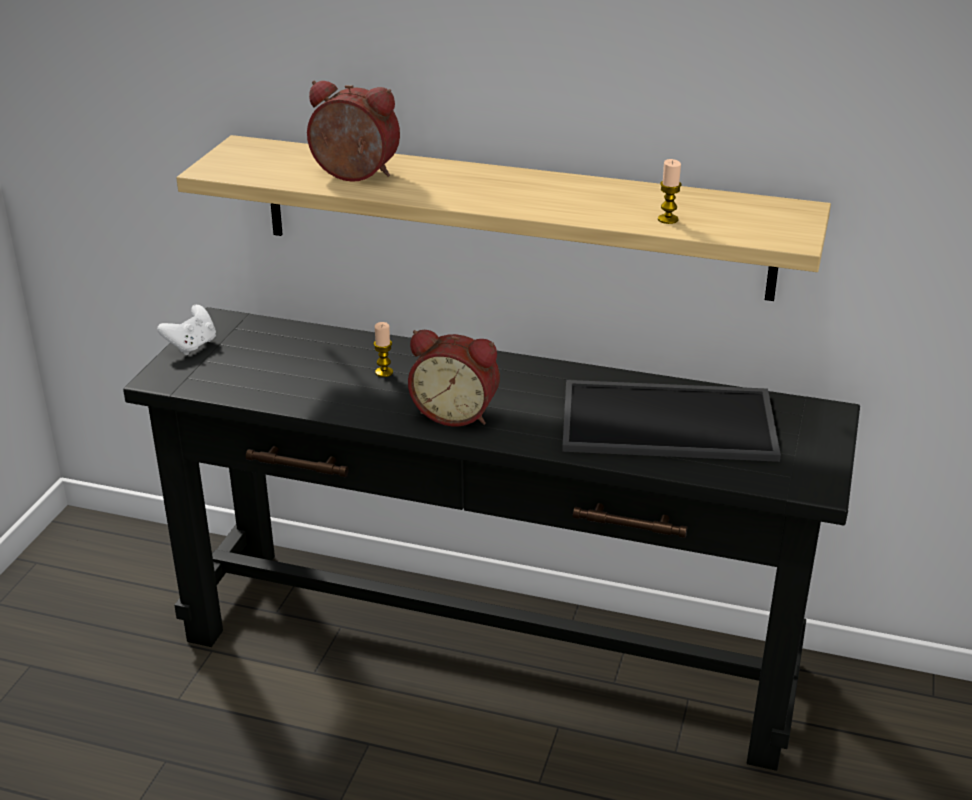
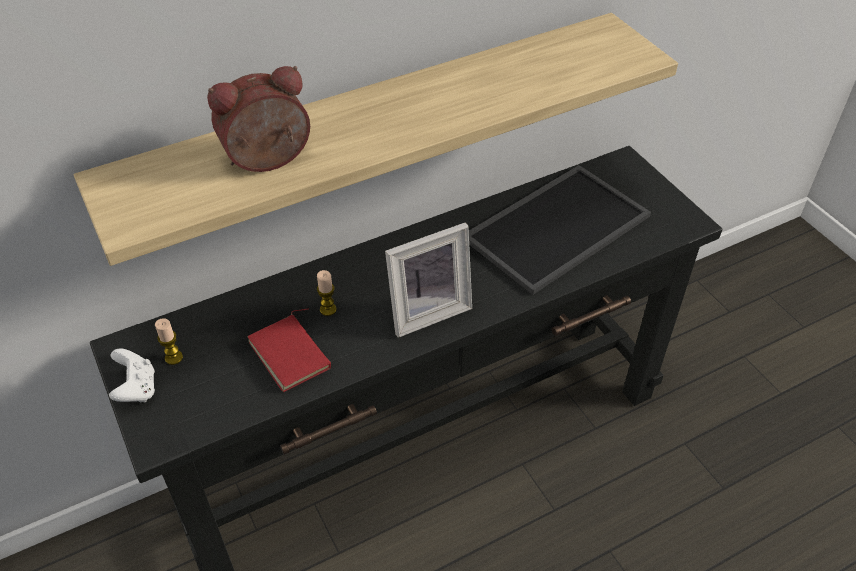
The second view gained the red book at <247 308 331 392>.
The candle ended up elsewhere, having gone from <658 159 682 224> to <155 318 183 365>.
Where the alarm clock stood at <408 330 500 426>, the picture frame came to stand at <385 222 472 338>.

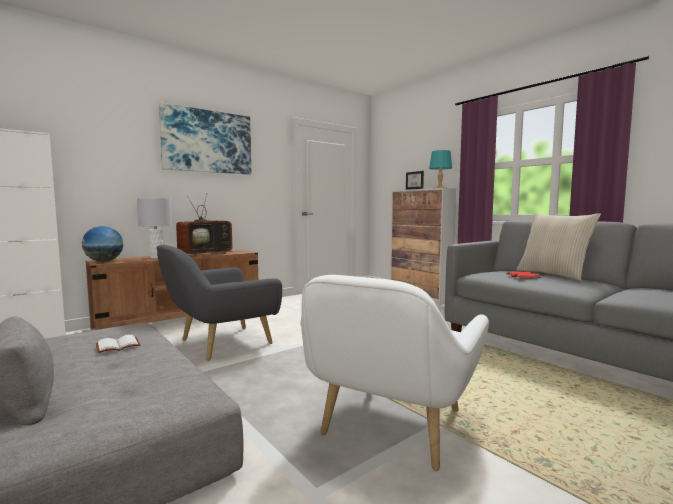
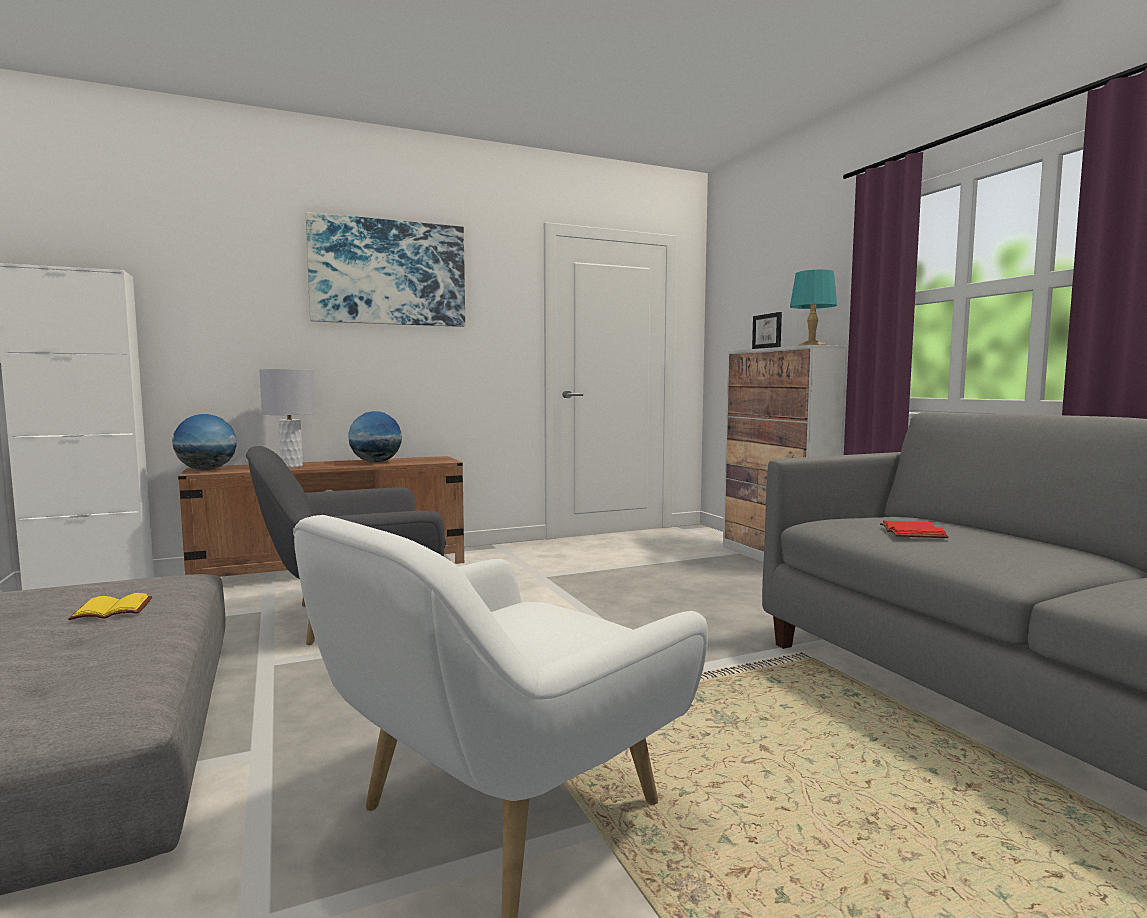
The second view lost the beige pillow at <516 213 601 281>.
Where the television stood at <176 194 232 256>, the globe came to stand at <348 411 402 463>.
What was the white book at <96 335 140 353> turned into the yellow book at <68 593 152 620>.

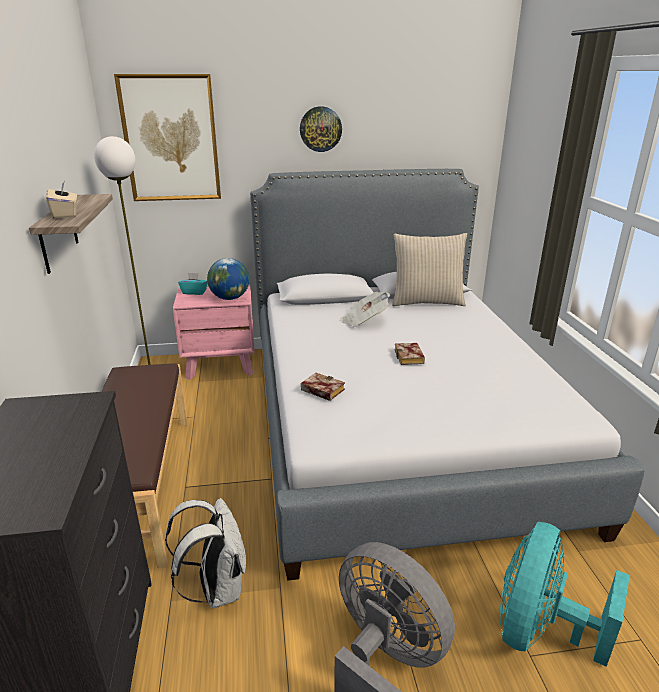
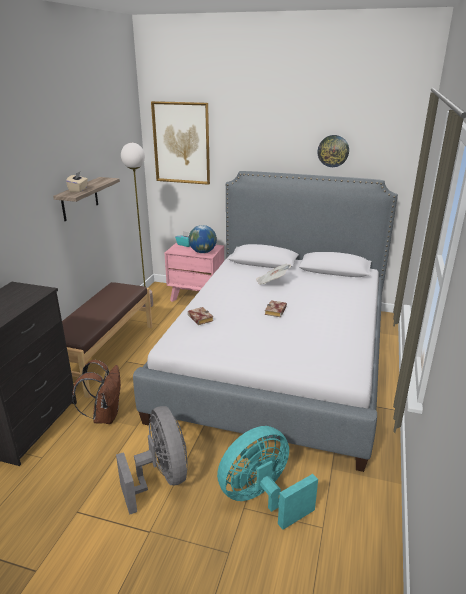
The second view lost the beige pillow at <392 233 467 306>.
The wall clock ended up elsewhere, having gone from <300 106 342 152> to <317 135 349 167>.
What was the white backpack at <165 498 246 609> turned into the brown backpack at <72 360 121 424>.

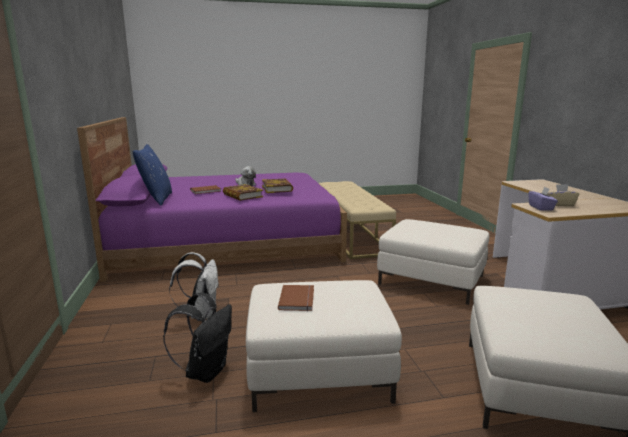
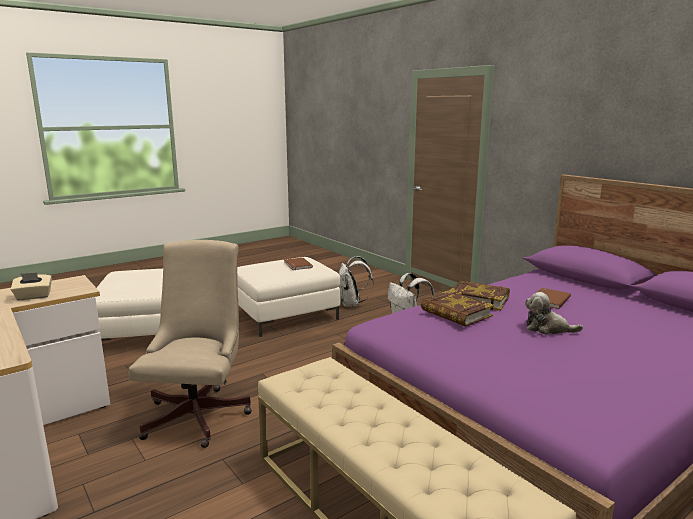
The second view lost the blue pillow at <133 144 172 206>.
The second view lost the purple tissue box at <529 187 558 211>.
Where the white ottoman stood at <377 219 489 305>, the beige office chair came to stand at <129 240 252 448>.
What was the black backpack at <163 292 232 383> turned into the white backpack at <339 256 374 307>.

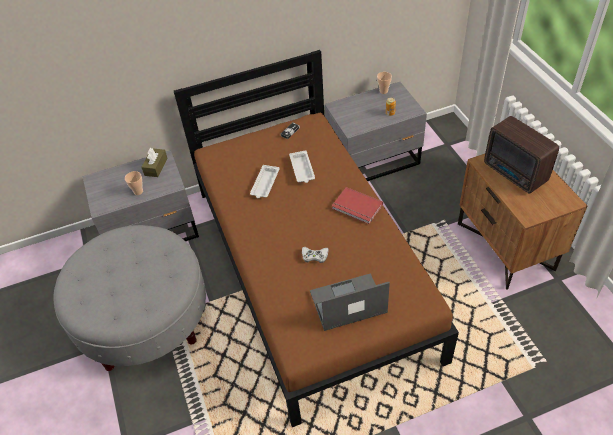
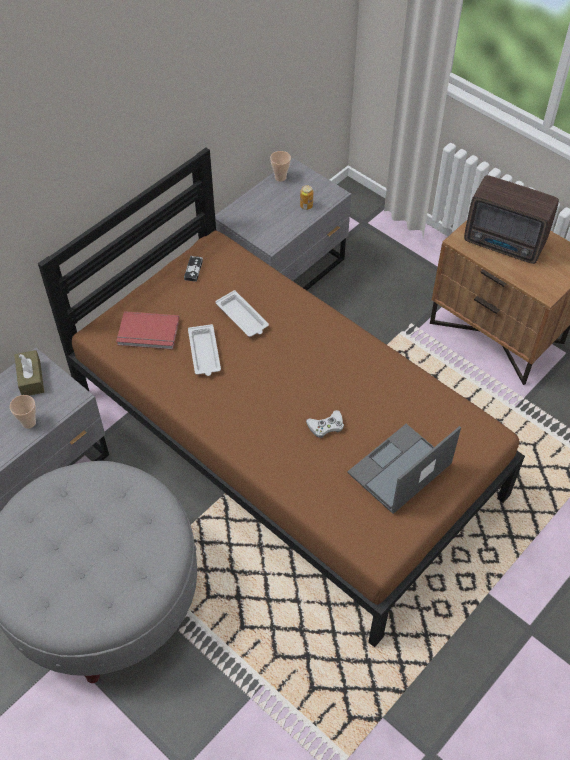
The red book ended up elsewhere, having gone from <332 187 383 224> to <116 311 179 350>.

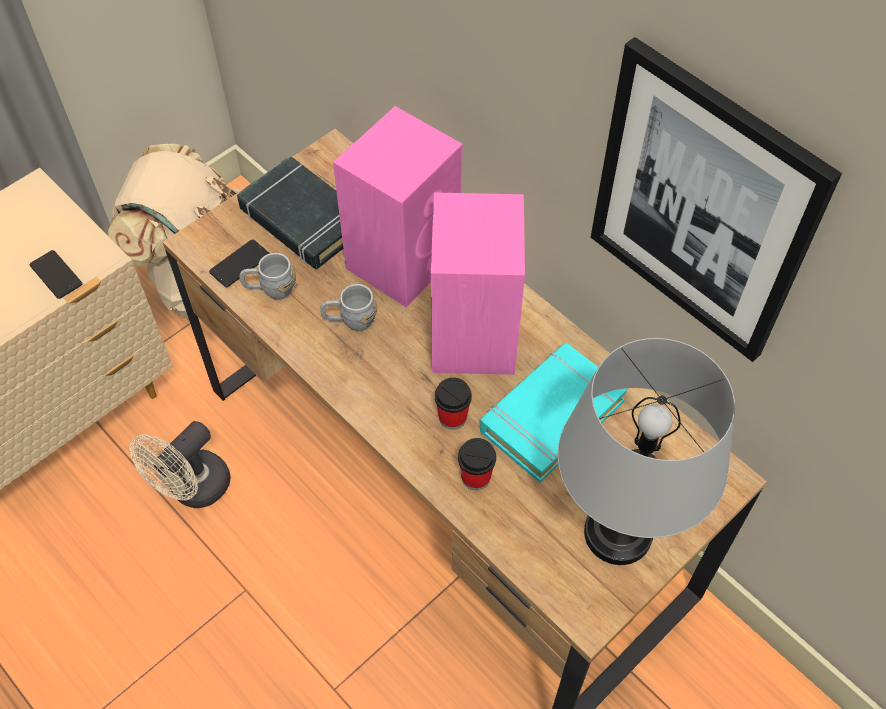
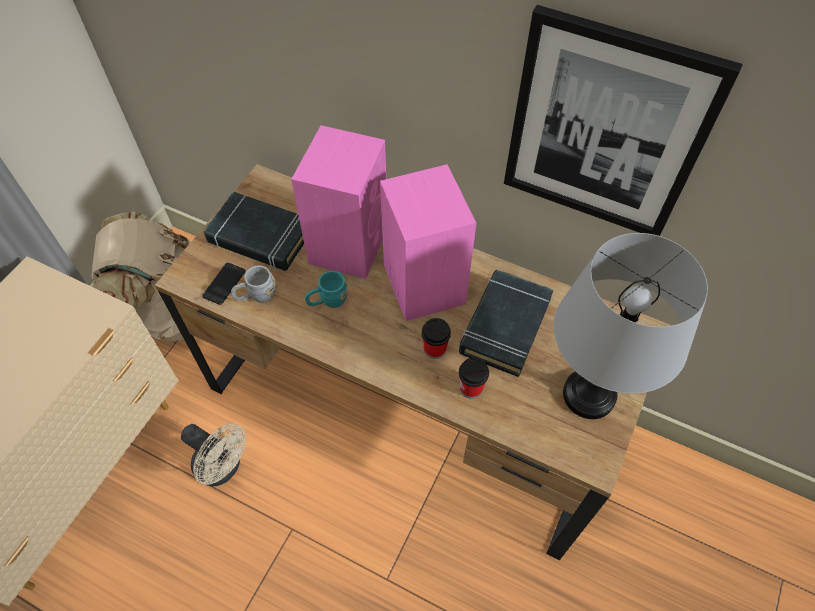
The second view lost the phone at <30 250 82 299>.
What was the grey mug at <320 284 377 331> turned into the turquoise mug at <305 271 348 308>.
What was the turquoise book at <480 343 627 483> turned into the black book at <459 270 554 377>.
The beige fan at <130 421 231 508> ended up facing another way, 75 degrees counterclockwise from before.

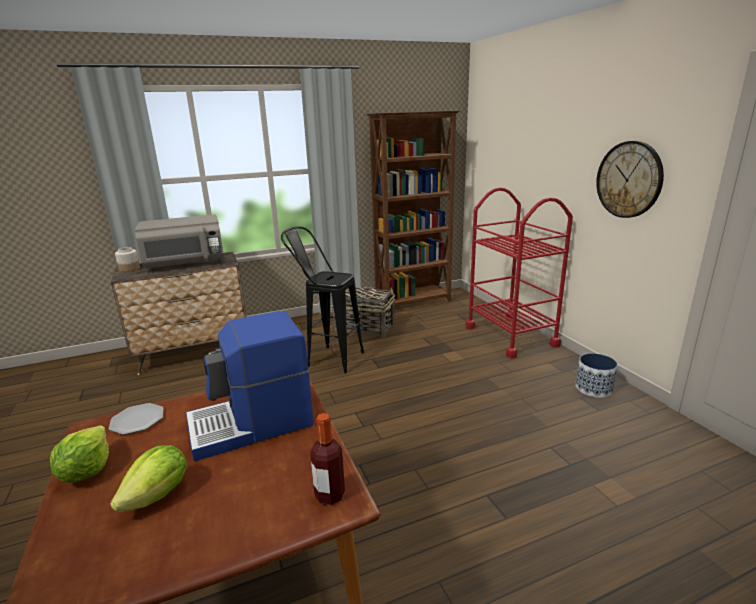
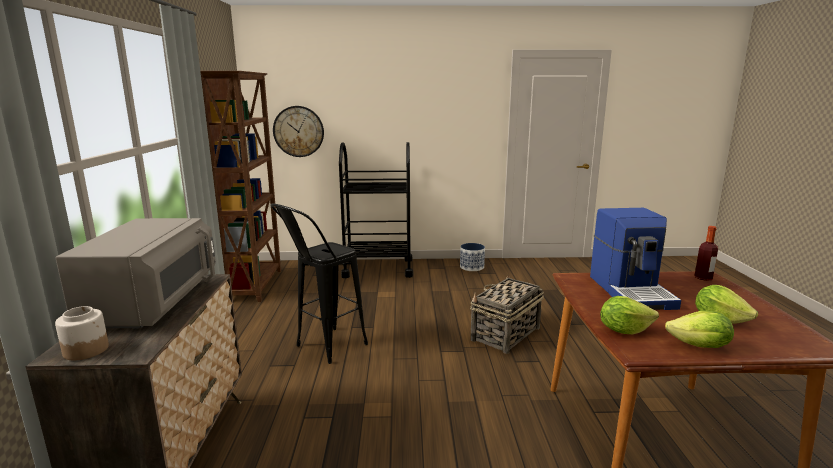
The basket ended up elsewhere, having gone from <331 287 395 337> to <470 273 544 354>.
The wall clock ended up elsewhere, having gone from <596 141 664 218> to <273 106 324 157>.
Where the plate stood at <109 403 164 435>, the lettuce came to stand at <600 296 659 334>.
What was the red cart at <465 187 573 359> turned into the black cart at <339 142 413 278>.

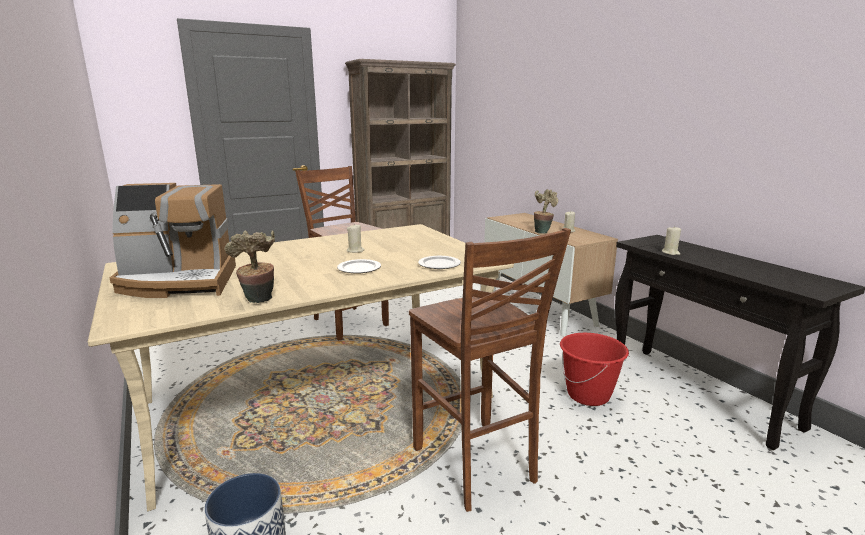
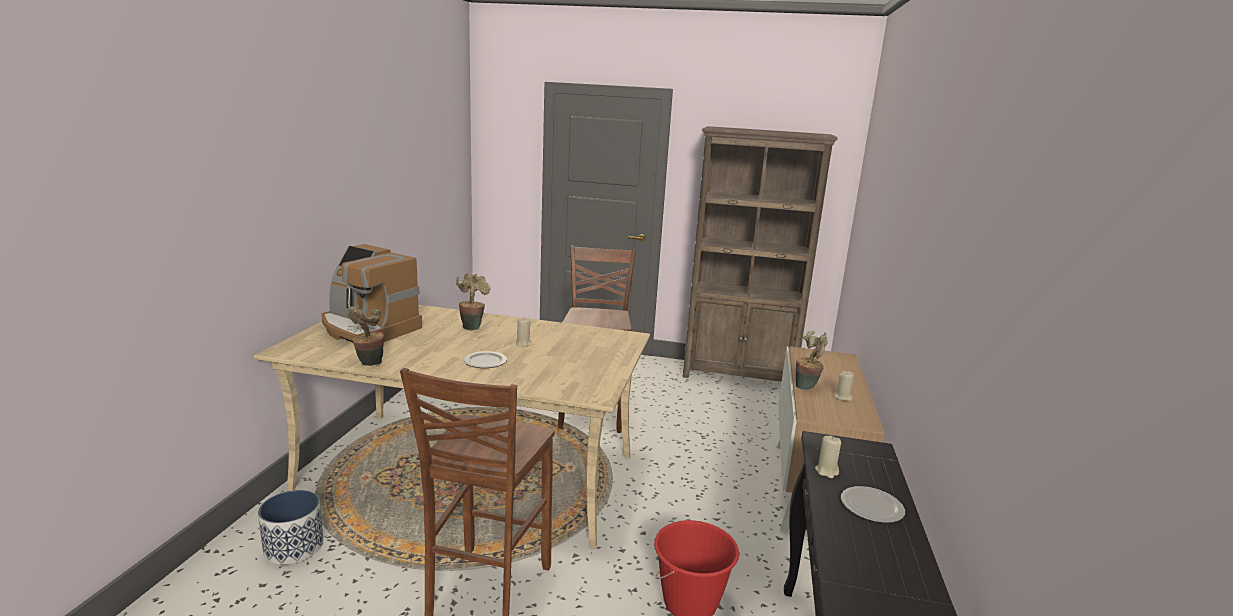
The second view gained the potted plant at <456 273 490 331>.
The plate ended up elsewhere, having gone from <418 256 461 269> to <841 486 905 523>.

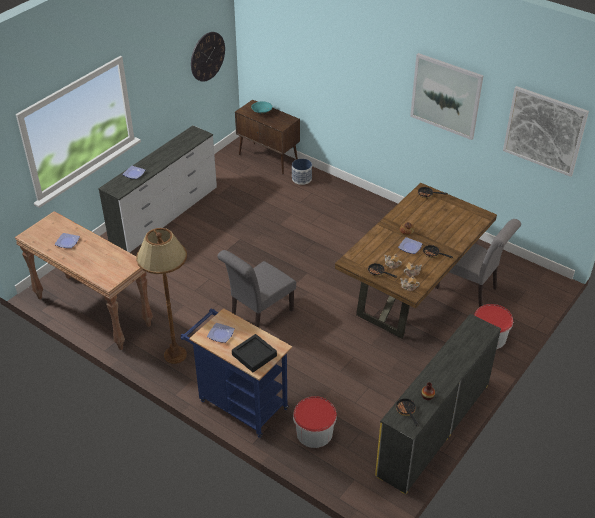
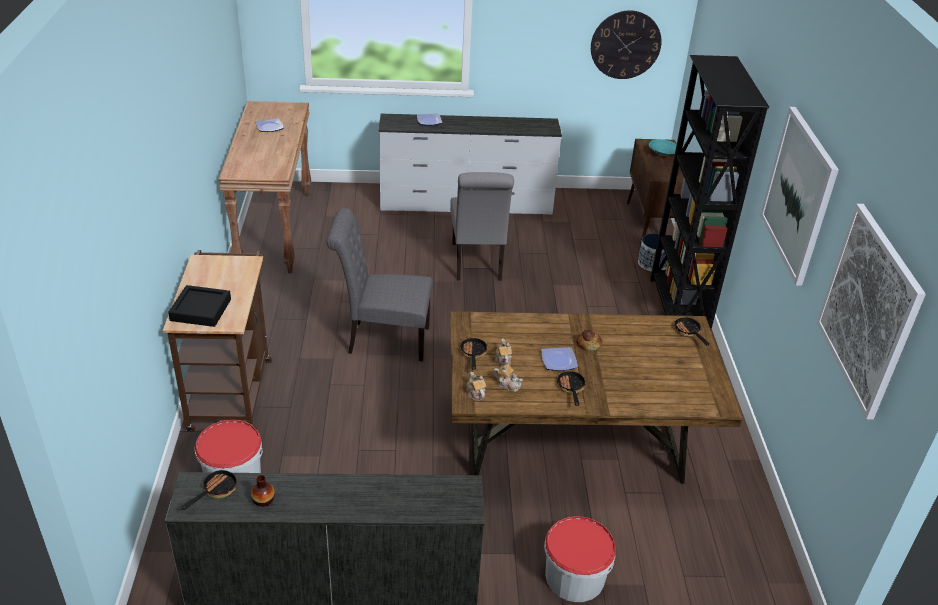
The second view lost the brown floor lamp at <136 228 187 364>.
The second view lost the plate at <207 323 235 343>.
The second view gained the black bookcase at <650 55 770 329>.
The grey chair ended up elsewhere, having gone from <435 219 521 307> to <450 172 514 281>.
What was the blue cart at <181 308 292 438> turned into the brown cart at <163 250 272 433>.

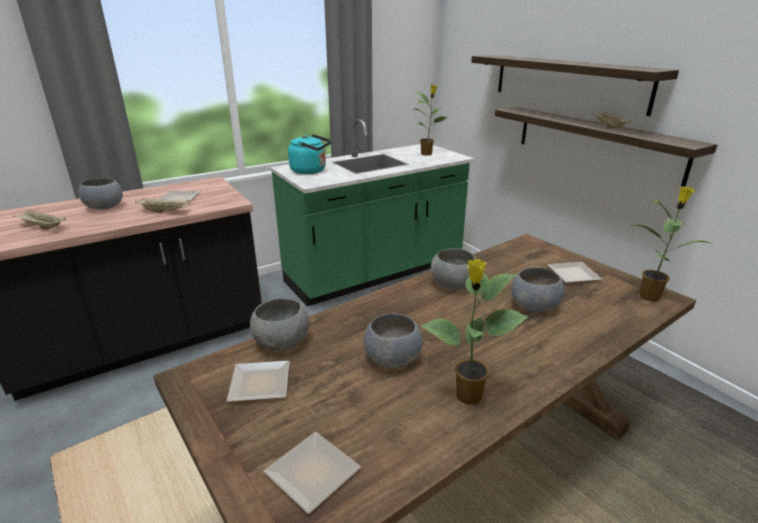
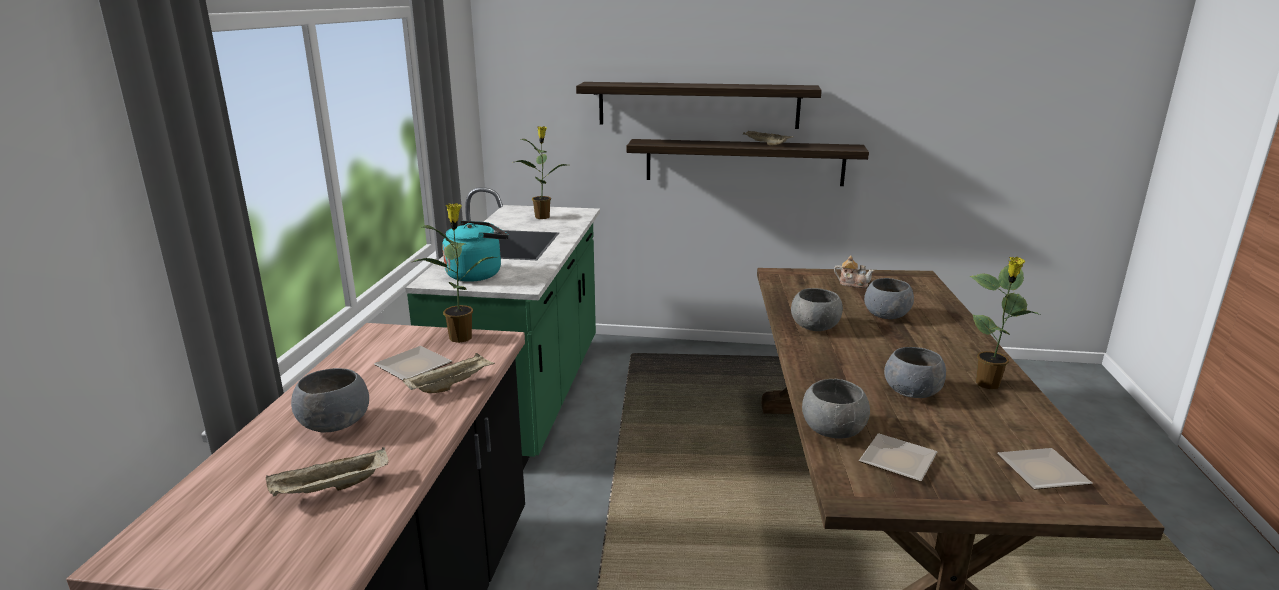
The potted plant ended up elsewhere, having gone from <631 187 710 302> to <413 203 496 343>.
Where the plate stood at <547 262 603 283>, the teapot came to stand at <834 255 874 288>.

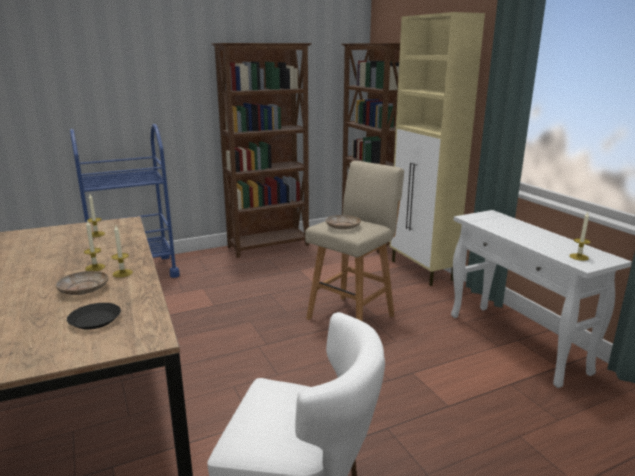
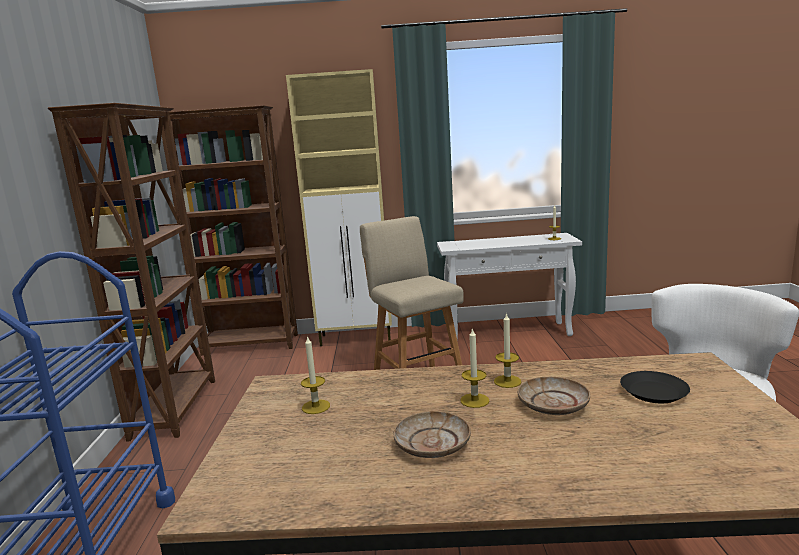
The beige plate ended up elsewhere, having gone from <326 215 361 230> to <394 411 471 458>.

